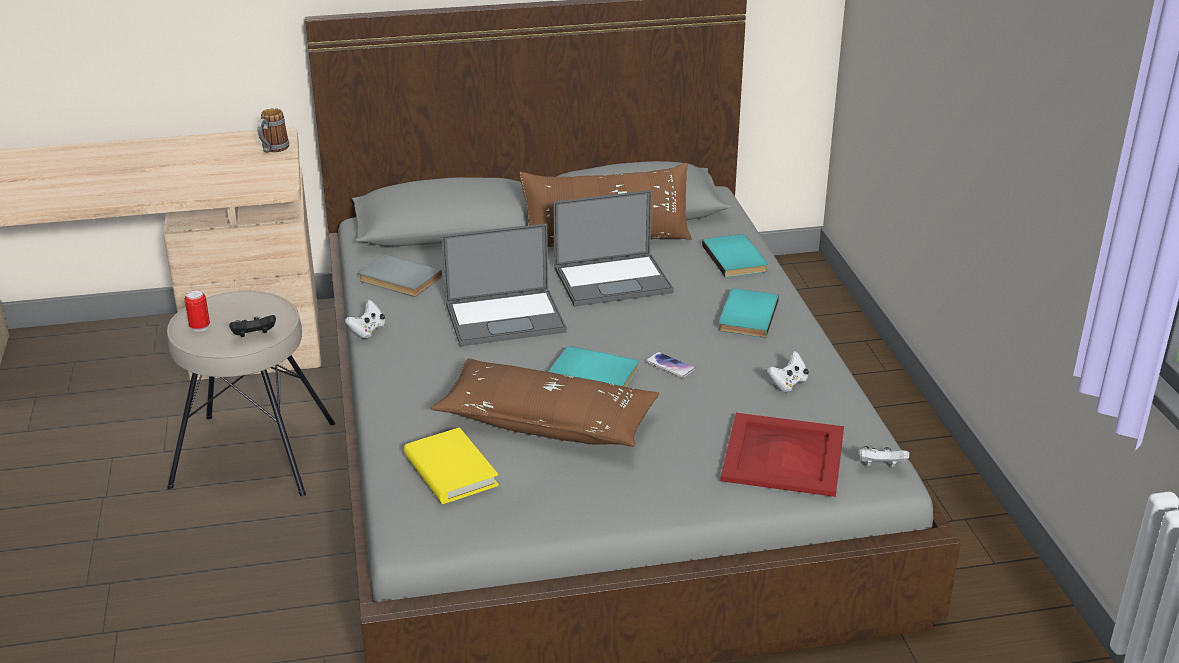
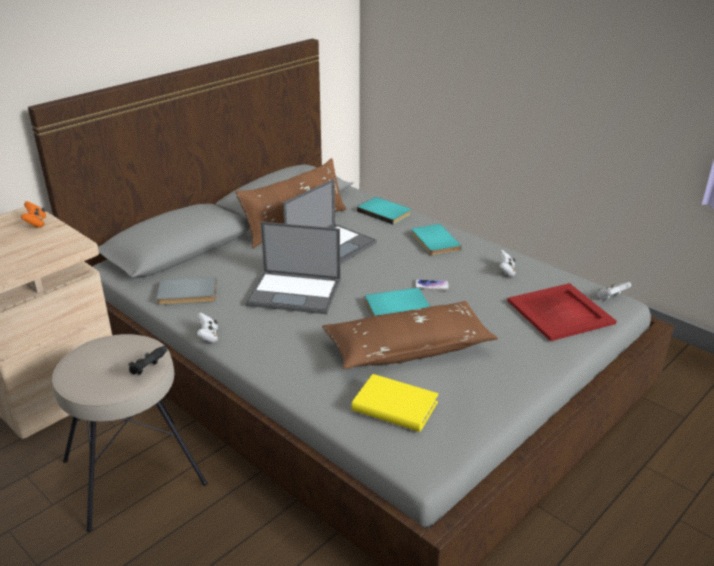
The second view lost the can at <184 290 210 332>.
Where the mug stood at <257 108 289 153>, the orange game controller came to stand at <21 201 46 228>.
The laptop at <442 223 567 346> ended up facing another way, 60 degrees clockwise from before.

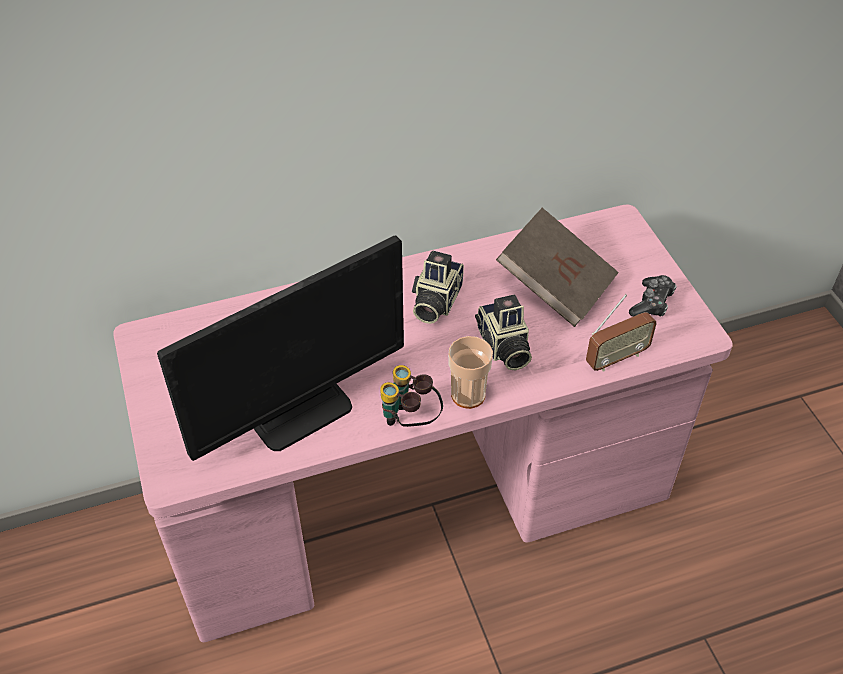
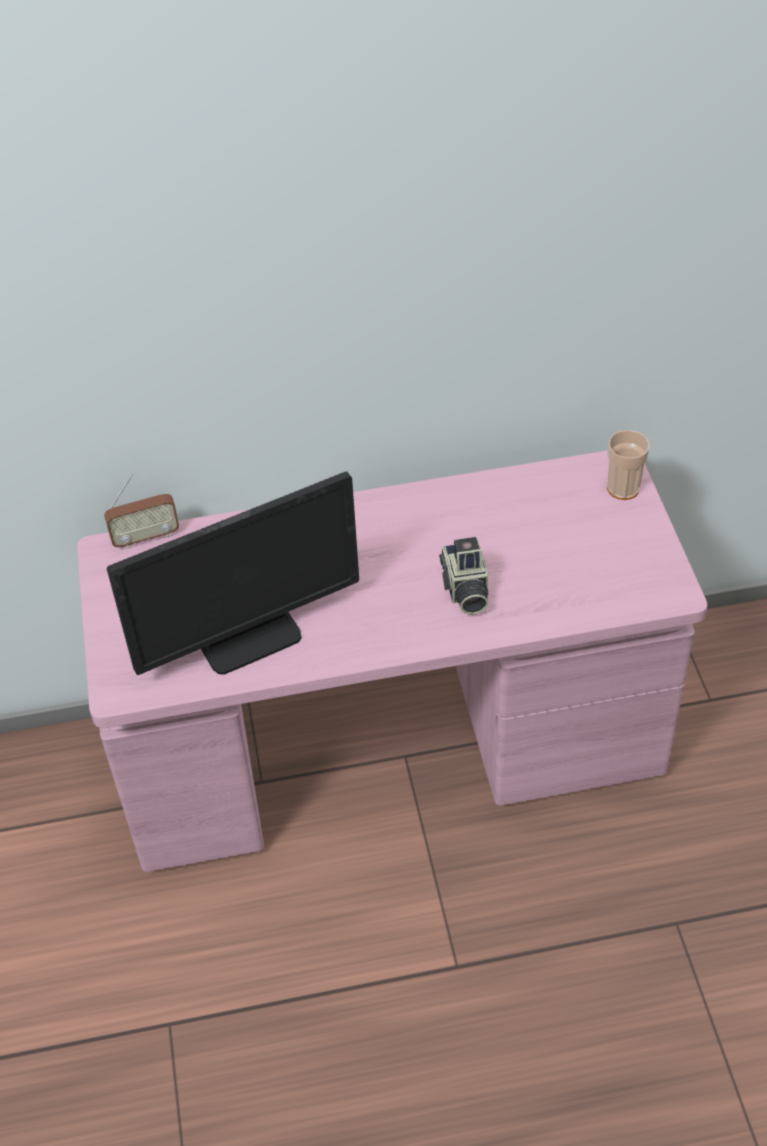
The second view lost the binoculars at <380 365 443 427>.
The second view lost the photo camera at <412 251 464 324>.
The second view lost the brown book at <496 208 619 327>.
The second view lost the game controller at <629 275 676 317>.
The cup ended up elsewhere, having gone from <448 336 493 409> to <607 430 650 500>.
The radio ended up elsewhere, having gone from <586 294 657 371> to <104 473 179 549>.

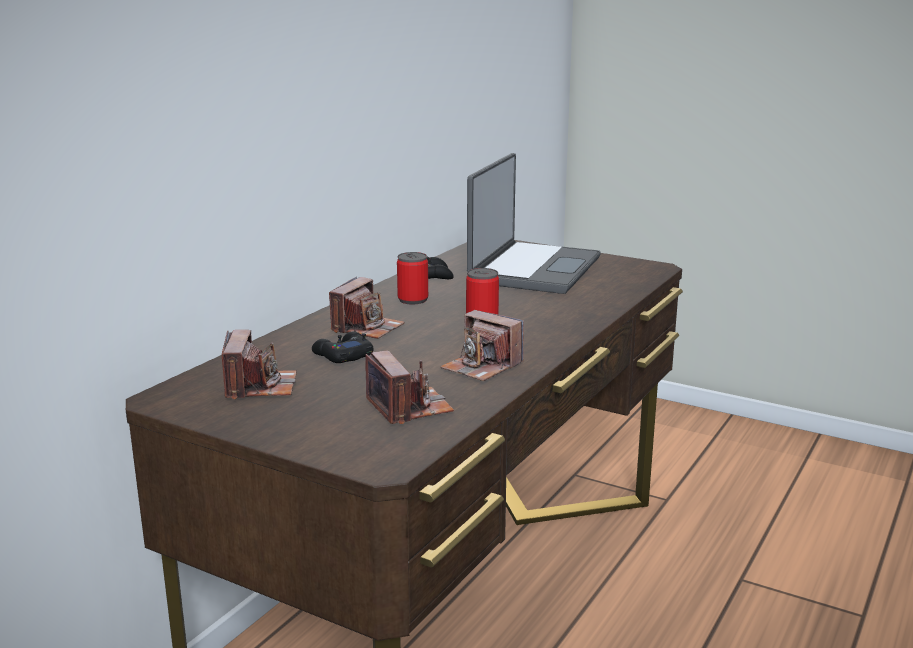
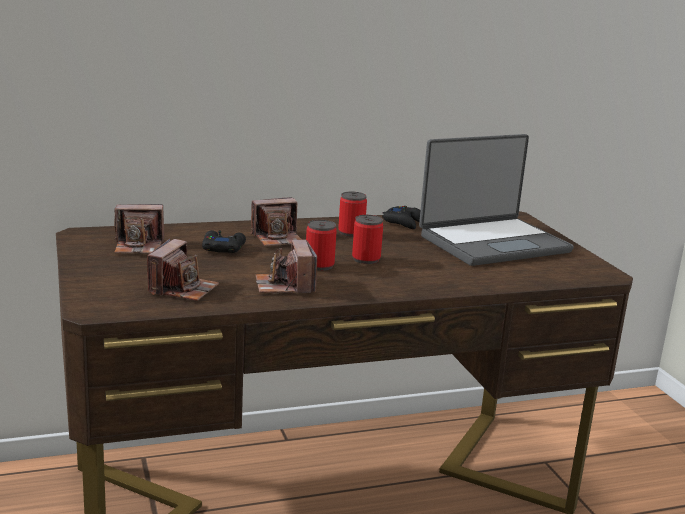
The second view gained the can at <306 220 337 271>.
The photo camera at <222 330 297 399> ended up facing another way, 45 degrees clockwise from before.

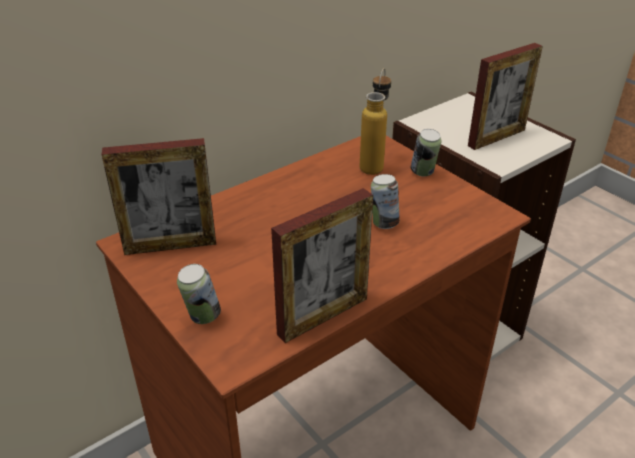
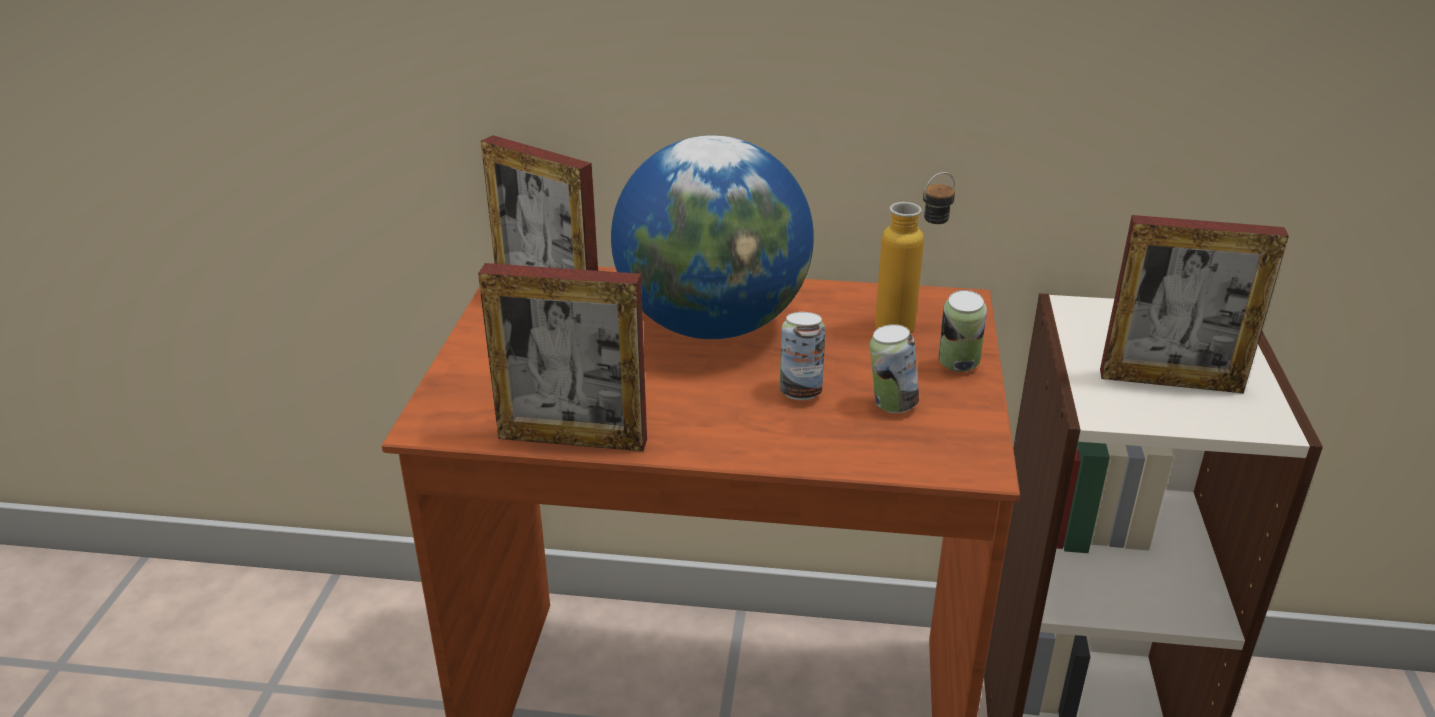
The second view gained the globe at <611 135 814 339>.
The can ended up elsewhere, having gone from <177 264 221 324> to <870 324 919 413>.

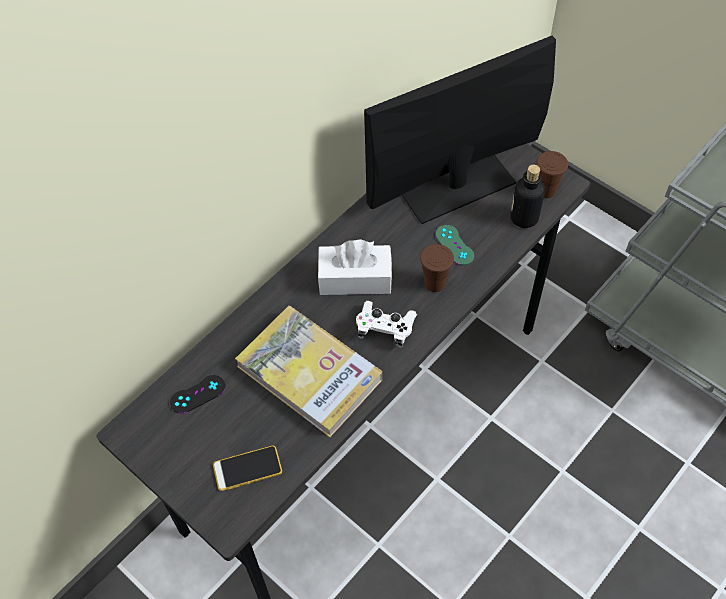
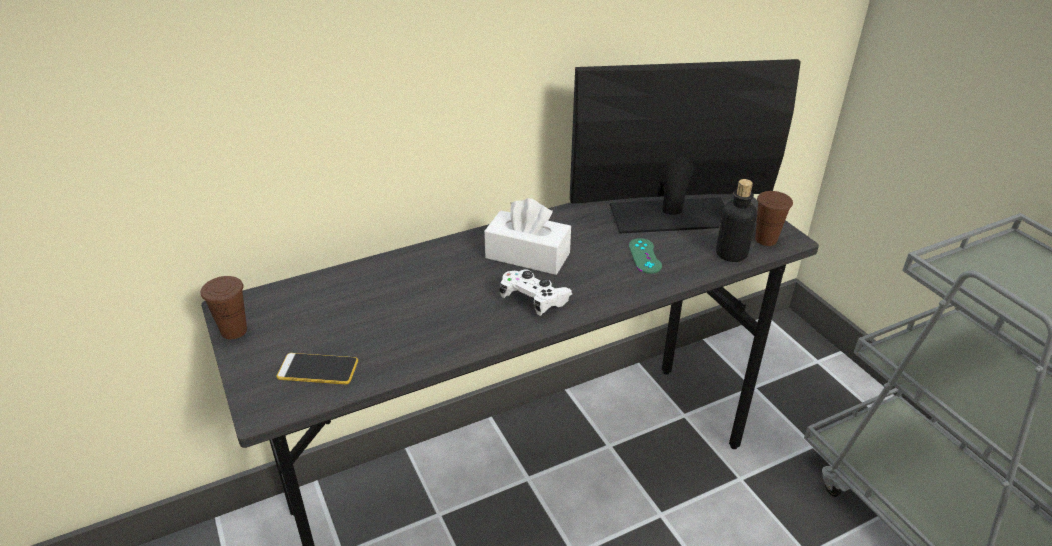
The second view lost the black game controller at <170 375 225 414>.
The second view lost the book at <235 306 382 437>.
The brown cup ended up elsewhere, having gone from <420 244 454 292> to <201 276 247 339>.

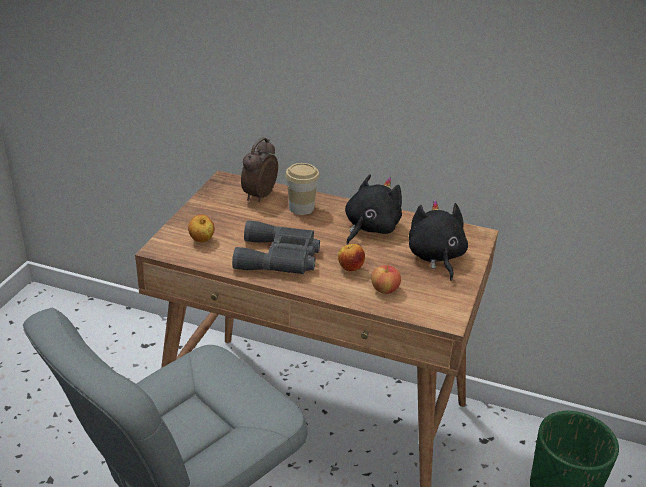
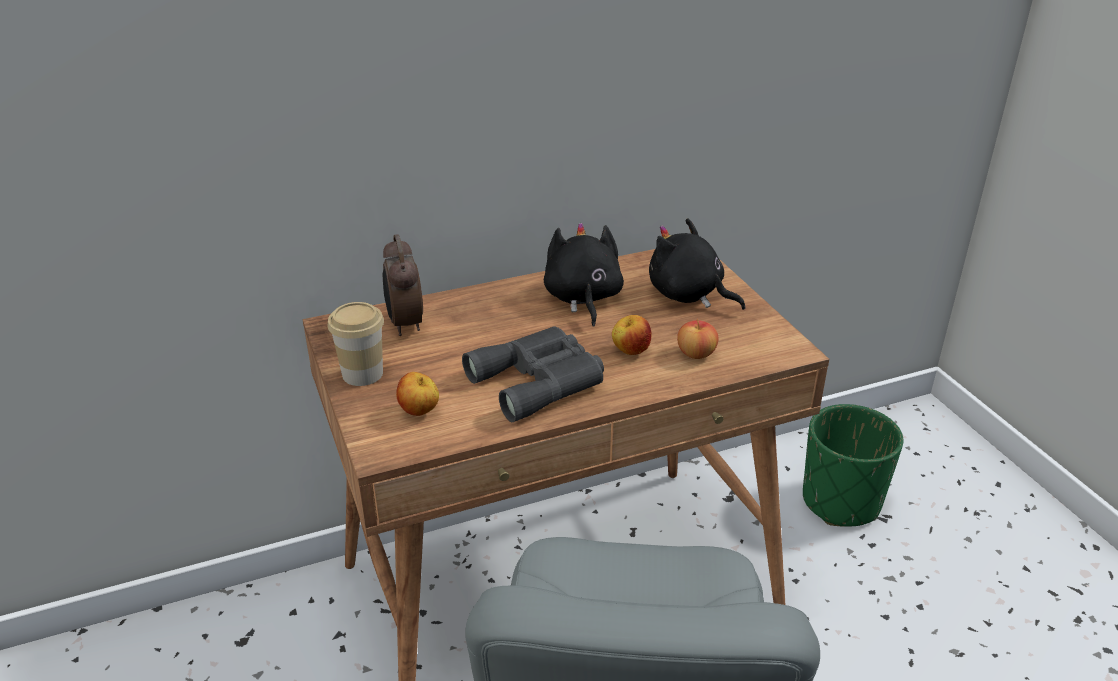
The cup ended up elsewhere, having gone from <285 163 319 215> to <328 302 384 386>.

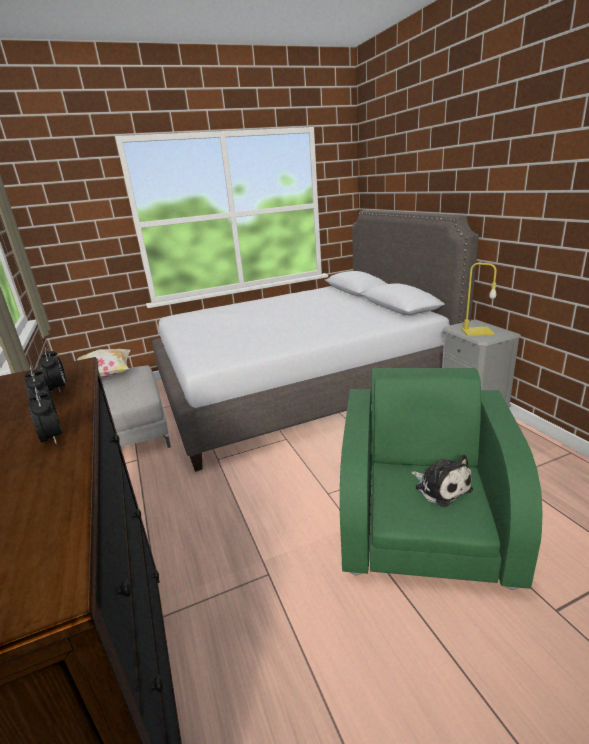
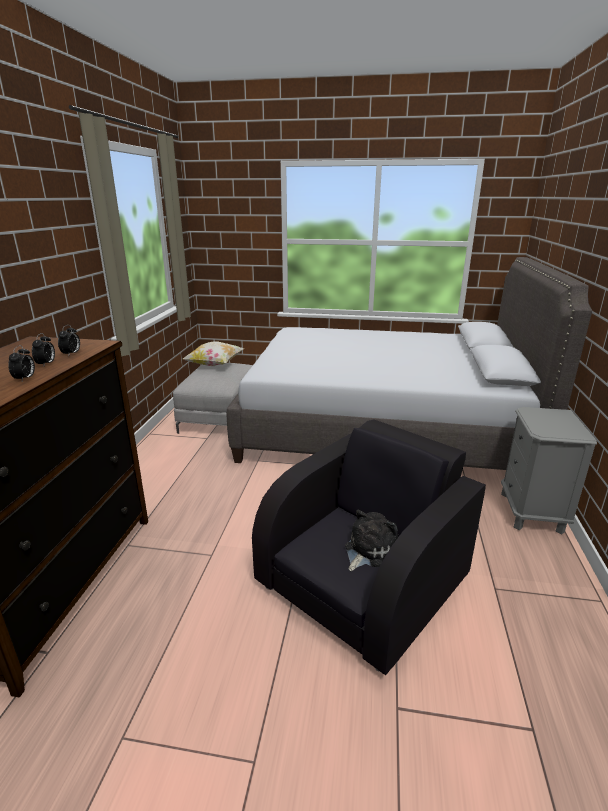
The second view lost the yellow table lamp at <461 263 497 336>.
What was the green armchair at <340 368 543 590> turned into the black armchair at <252 419 486 676>.
The plush toy at <411 455 473 507> ended up facing another way, 135 degrees counterclockwise from before.

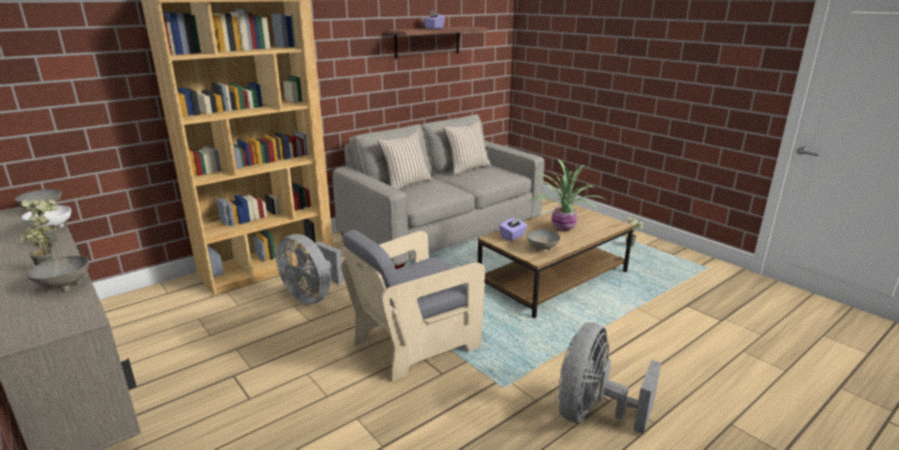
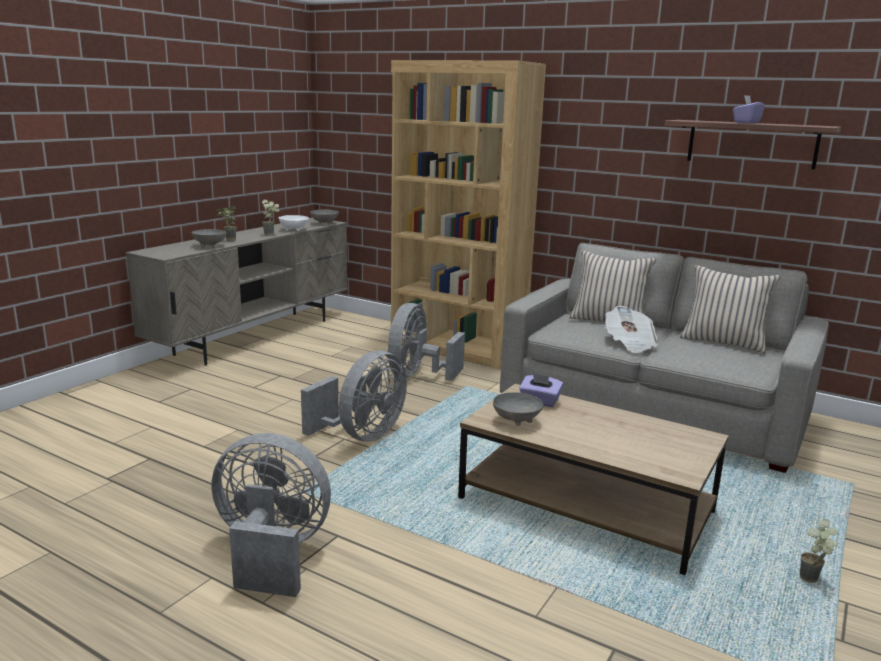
The second view lost the potted plant at <527 160 607 231>.
The second view gained the newspaper at <605 306 658 353>.
Where the grey armchair stood at <341 230 485 381>, the grey fan came to stand at <301 350 407 442>.

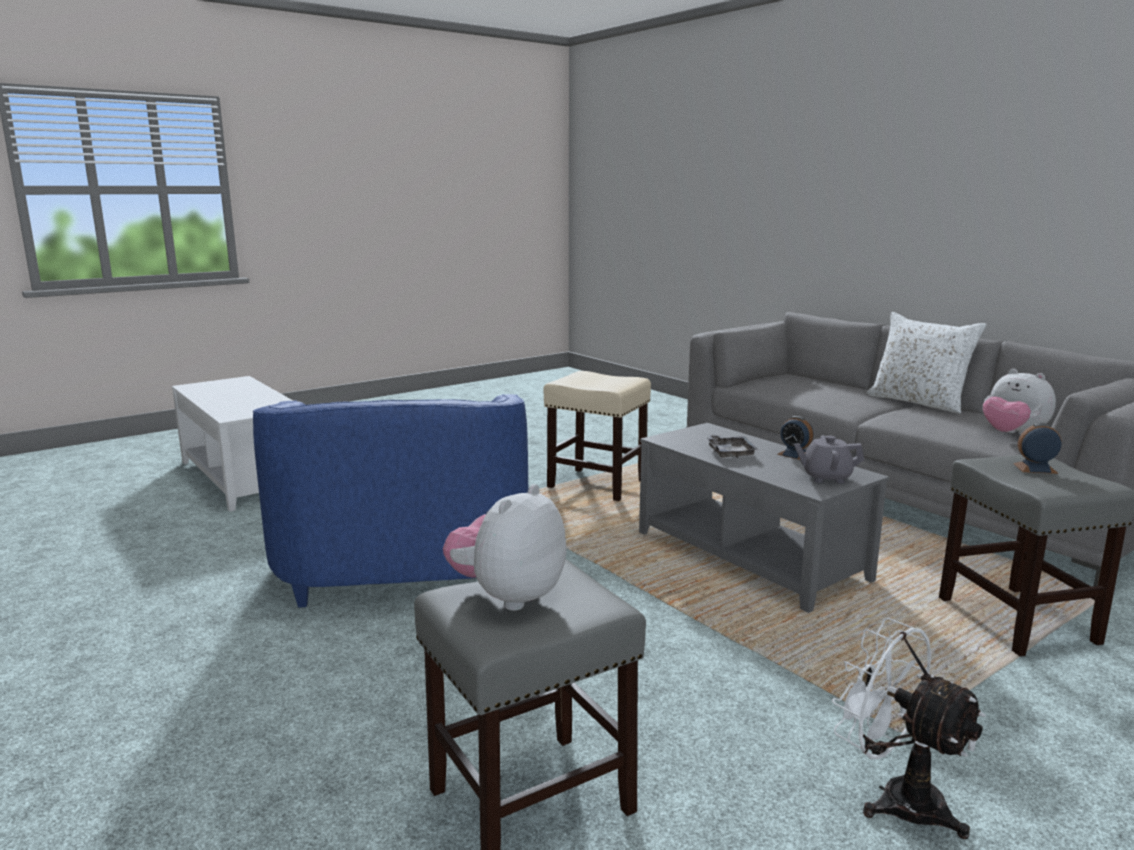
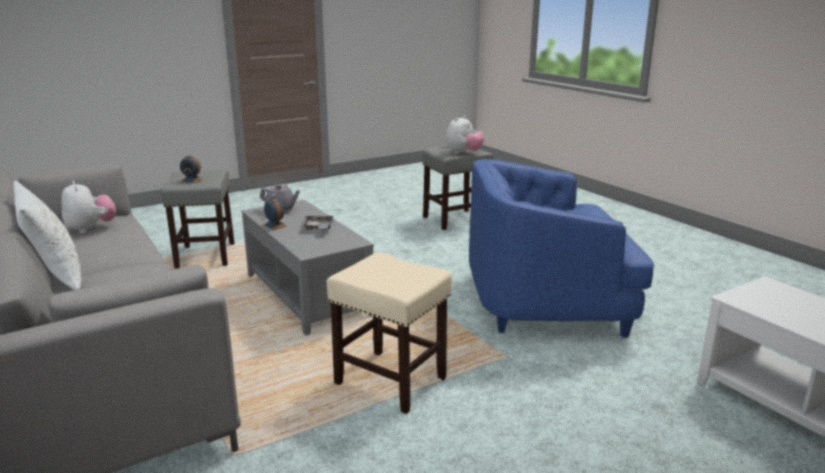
The second view lost the white fan at <832 618 986 839>.
The blue armchair at <253 394 528 608> ended up facing another way, 90 degrees counterclockwise from before.

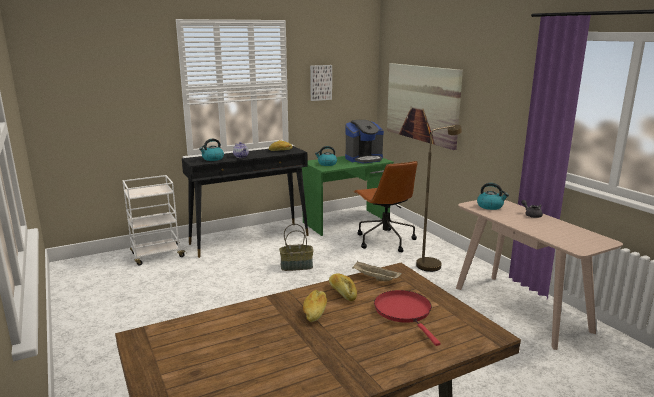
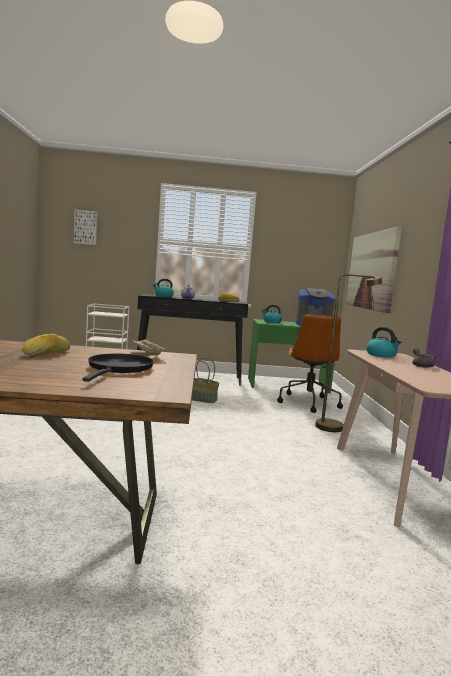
The second view lost the bread at <329 274 357 301>.
The picture ended up elsewhere, having gone from <310 65 332 101> to <74 210 97 245>.
What was the red frying pan at <374 290 441 346> turned into the black frying pan at <83 353 154 382>.

